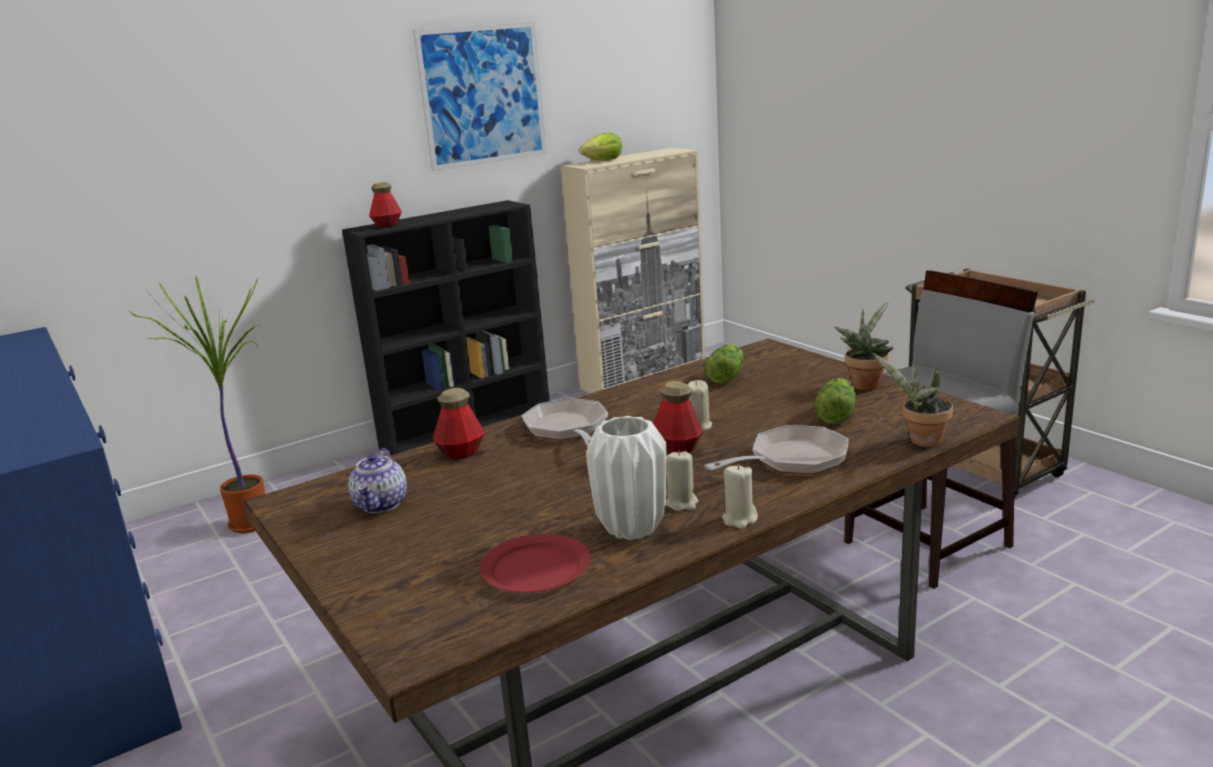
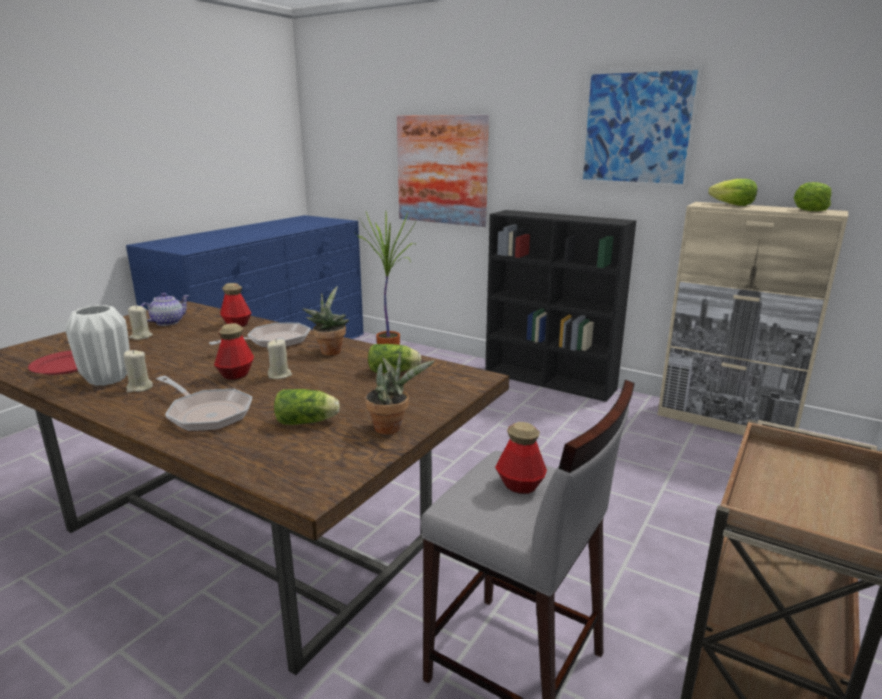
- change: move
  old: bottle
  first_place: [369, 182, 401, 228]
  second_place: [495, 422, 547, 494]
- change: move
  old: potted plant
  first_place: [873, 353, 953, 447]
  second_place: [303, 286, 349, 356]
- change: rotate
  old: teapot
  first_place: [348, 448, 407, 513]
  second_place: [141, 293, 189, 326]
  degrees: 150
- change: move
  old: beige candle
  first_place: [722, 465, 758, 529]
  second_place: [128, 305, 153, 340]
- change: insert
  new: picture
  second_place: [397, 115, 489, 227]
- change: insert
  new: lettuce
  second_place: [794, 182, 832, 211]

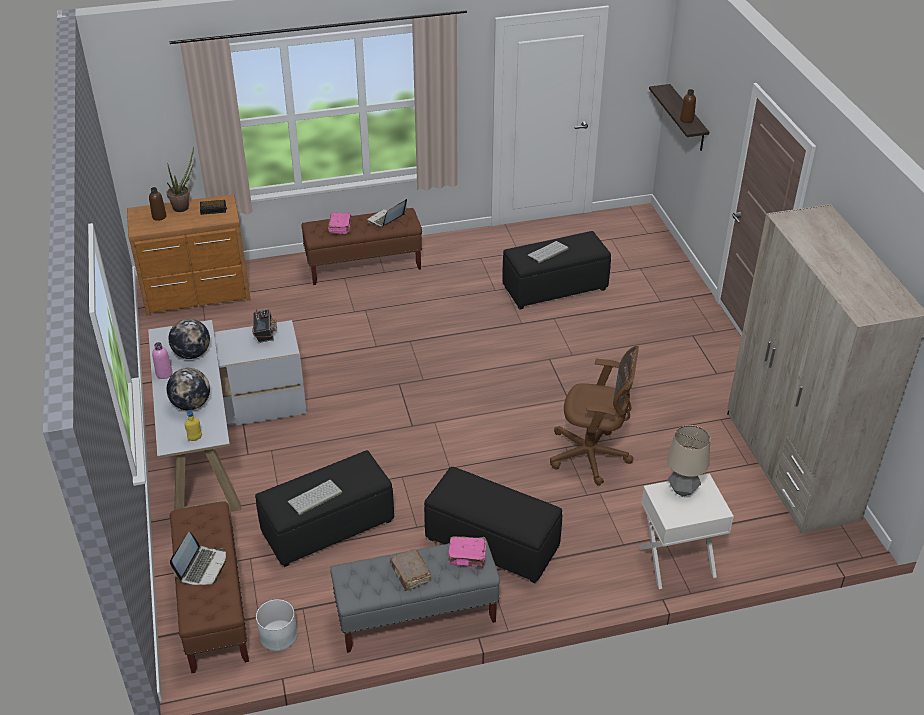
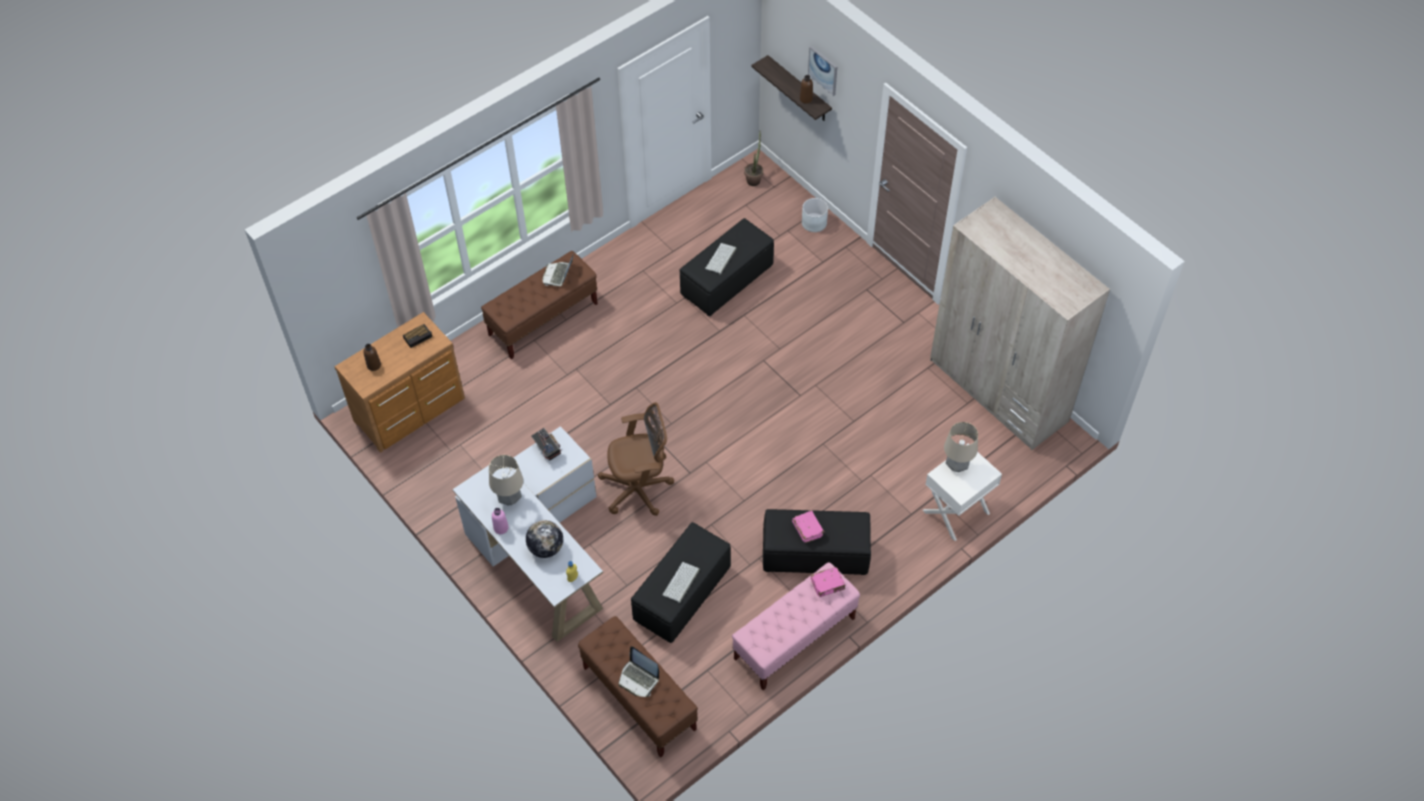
- change: move
  old: potted plant
  first_place: [167, 147, 194, 212]
  second_place: [744, 132, 763, 186]
- change: move
  old: pink book
  first_place: [328, 212, 352, 234]
  second_place: [792, 511, 825, 543]
- change: replace
  old: globe
  new: table lamp
  first_place: [169, 319, 210, 359]
  second_place: [489, 455, 523, 505]
- change: move
  old: brown office chair
  first_place: [550, 346, 639, 486]
  second_place: [598, 402, 674, 516]
- change: rotate
  old: laptop
  first_place: [170, 532, 226, 585]
  second_place: [619, 646, 659, 697]
  degrees: 135
- change: recolor
  old: grey bench
  new: pink bench
  first_place: [330, 537, 500, 653]
  second_place: [732, 562, 860, 690]
- change: delete
  old: brown book
  first_place: [390, 549, 431, 591]
- change: move
  old: white planter
  first_place: [256, 599, 297, 651]
  second_place: [802, 198, 828, 232]
- change: insert
  new: picture
  second_place: [808, 46, 837, 96]

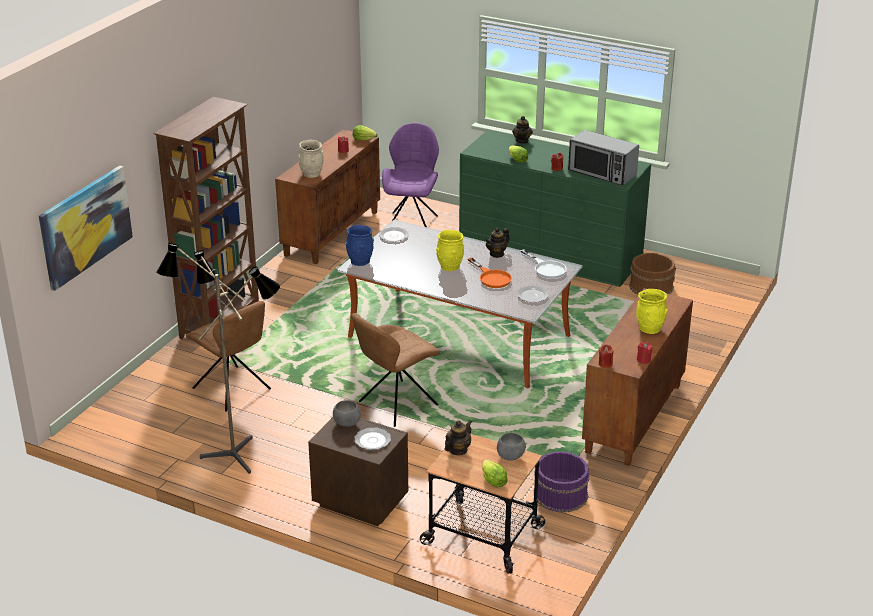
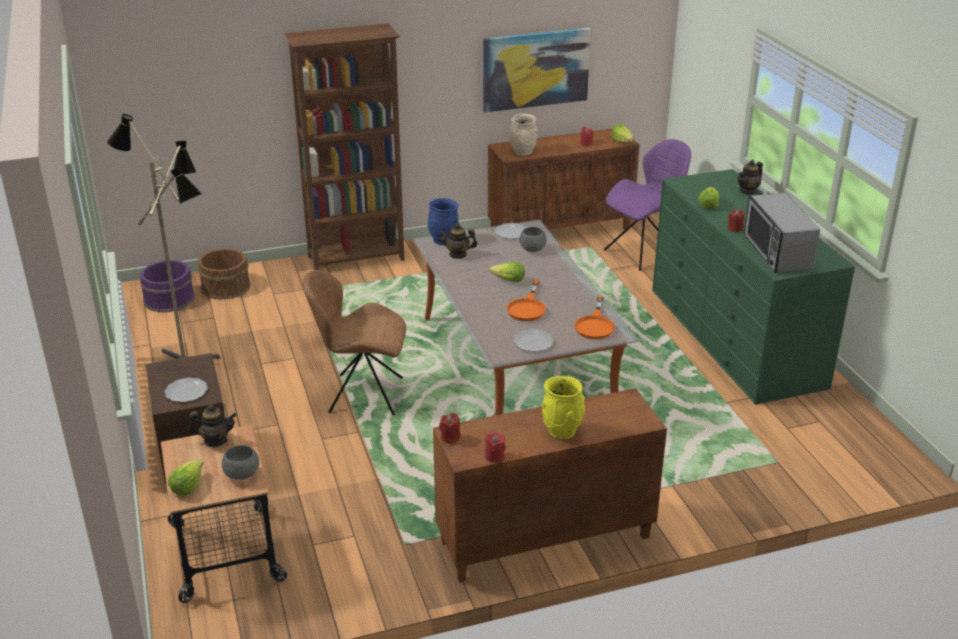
- change: move
  old: picture
  first_place: [39, 165, 133, 291]
  second_place: [483, 28, 591, 113]
- change: move
  old: teapot
  first_place: [485, 228, 510, 258]
  second_place: [439, 223, 478, 259]
- change: replace
  old: yellow vase
  new: lettuce
  first_place: [436, 230, 464, 271]
  second_place: [489, 262, 525, 282]
- change: recolor
  old: white frying pan
  new: orange frying pan
  first_place: [521, 249, 567, 279]
  second_place: [574, 296, 615, 339]
- change: move
  old: brown bucket
  first_place: [629, 253, 676, 295]
  second_place: [198, 249, 251, 300]
- change: delete
  old: brown chair
  first_place: [186, 301, 271, 412]
- change: move
  old: grey bowl
  first_place: [333, 400, 361, 427]
  second_place: [520, 227, 547, 252]
- change: move
  old: purple bucket
  first_place: [534, 451, 590, 513]
  second_place: [140, 260, 195, 313]

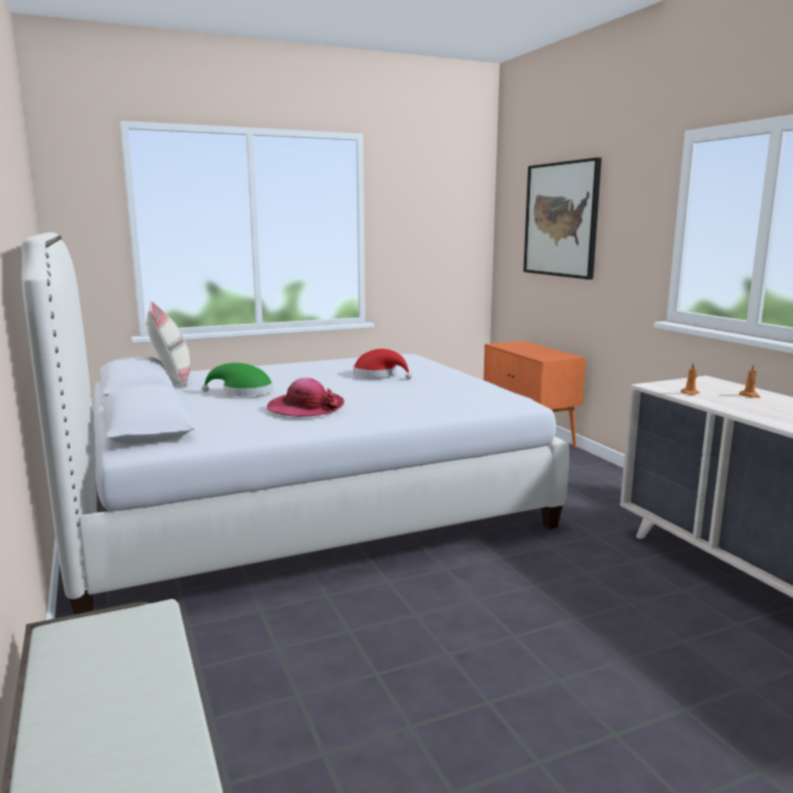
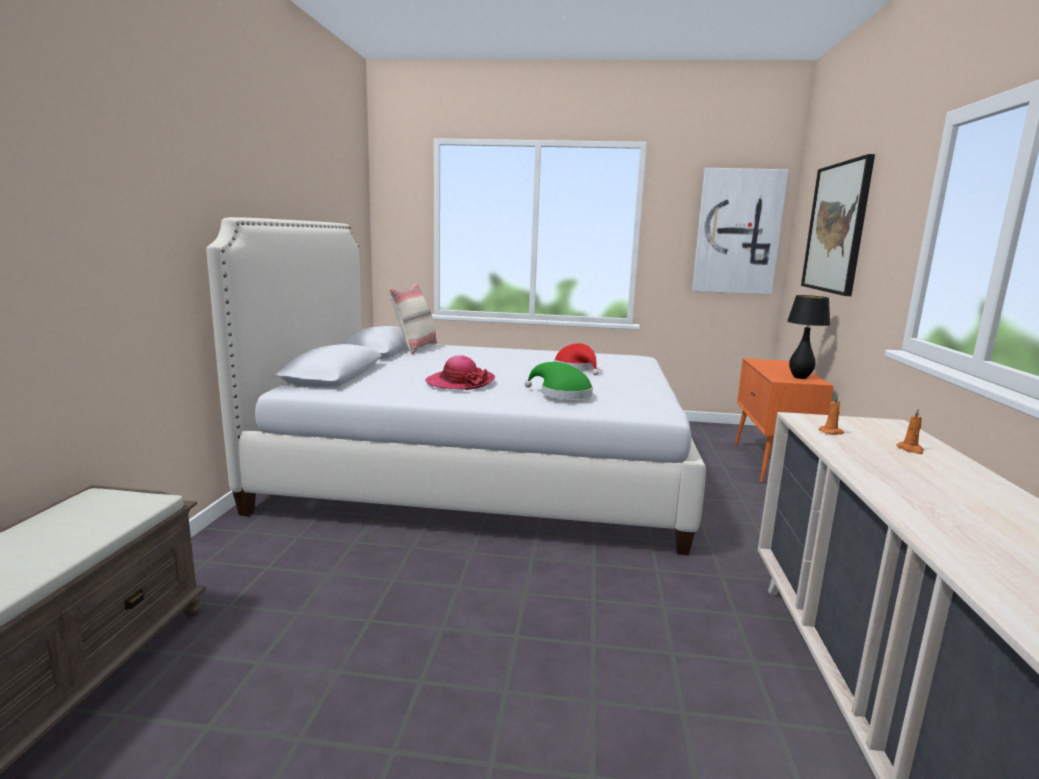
- change: move
  old: green hat
  first_place: [201, 363, 273, 396]
  second_place: [525, 362, 593, 400]
- change: insert
  new: picture
  second_place: [692, 168, 789, 295]
- change: insert
  new: black table lamp
  second_place: [787, 295, 830, 379]

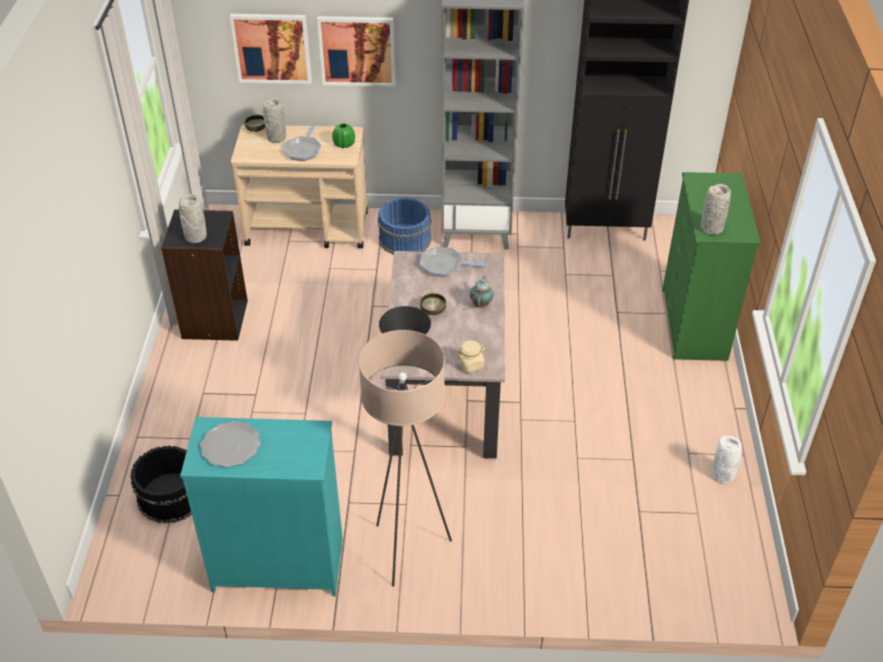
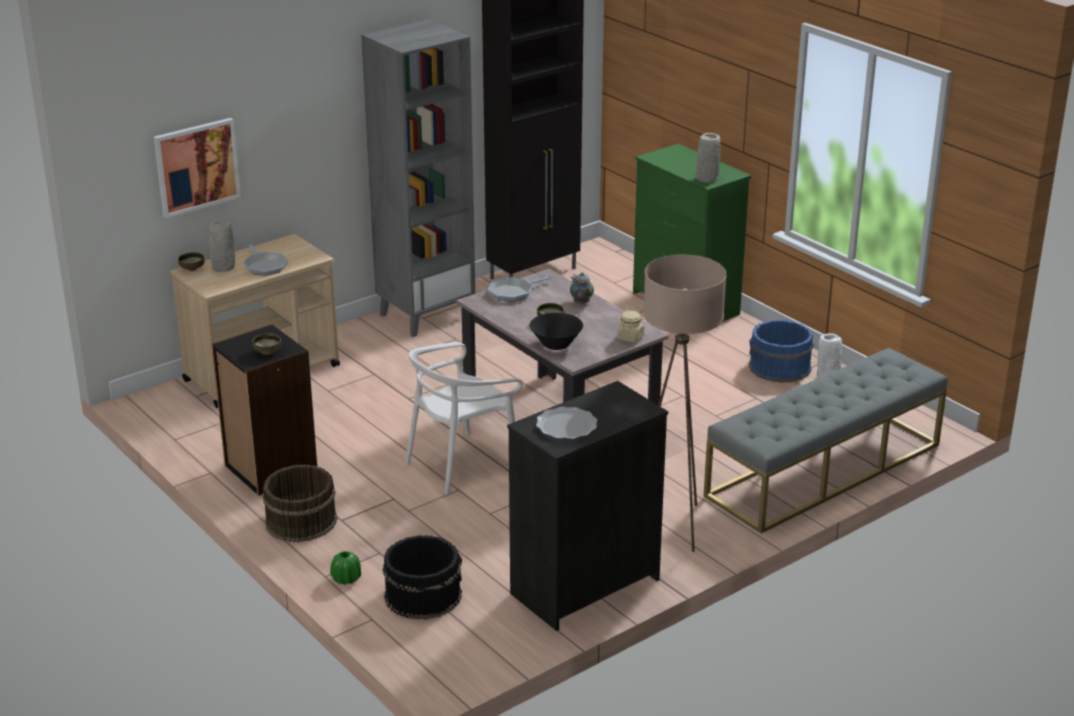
- change: delete
  old: picture
  first_place: [317, 16, 395, 87]
- change: move
  old: green vase
  first_place: [332, 123, 355, 148]
  second_place: [330, 551, 361, 585]
- change: replace
  old: grey vase
  new: bowl
  first_place: [179, 194, 207, 243]
  second_place: [252, 334, 281, 355]
- change: move
  old: blue bucket
  first_place: [378, 197, 432, 255]
  second_place: [749, 320, 814, 383]
- change: recolor
  old: turquoise dresser
  new: black dresser
  first_place: [180, 417, 343, 596]
  second_place: [507, 381, 668, 631]
- change: insert
  new: white chair
  second_place: [405, 342, 523, 495]
- change: insert
  new: grey bench
  second_place: [704, 348, 948, 533]
- change: insert
  new: brown bucket
  second_place: [262, 464, 337, 542]

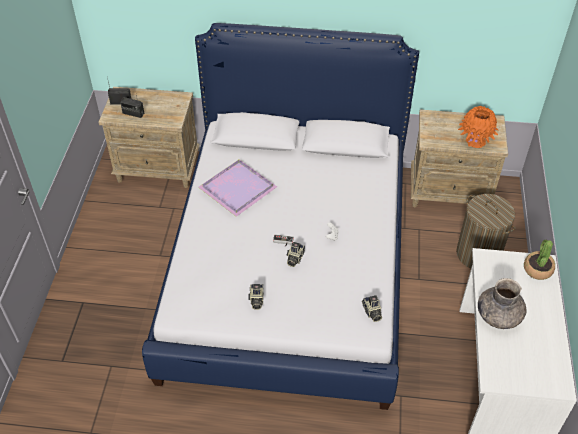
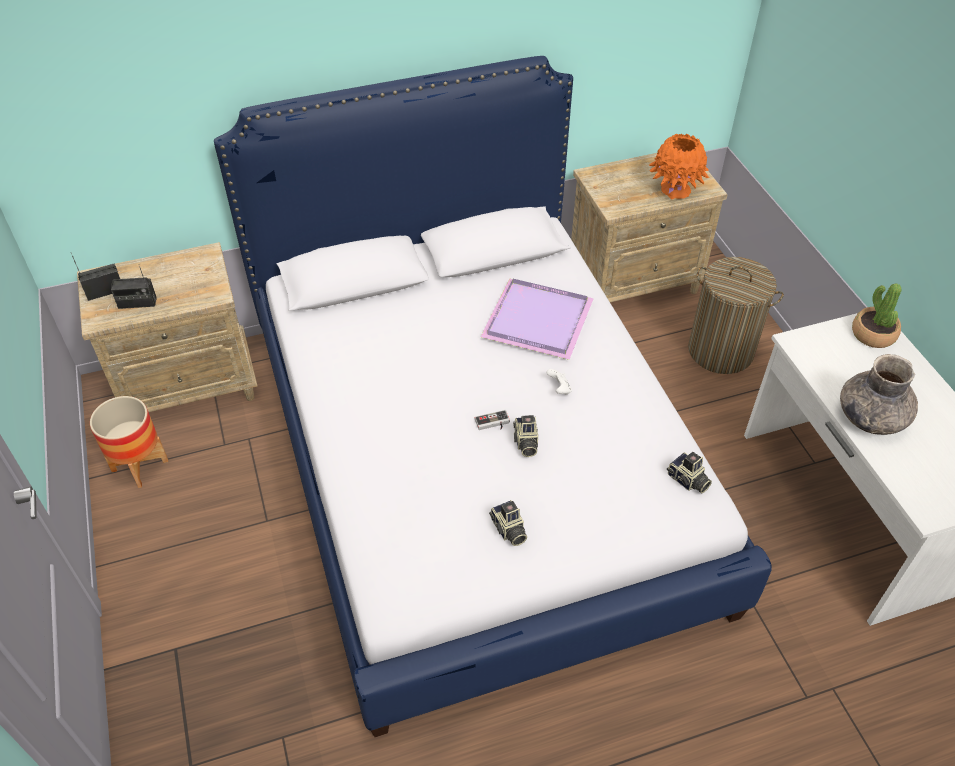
- change: move
  old: purple tray
  first_place: [198, 159, 277, 217]
  second_place: [481, 278, 594, 360]
- change: insert
  new: planter
  second_place: [90, 396, 168, 488]

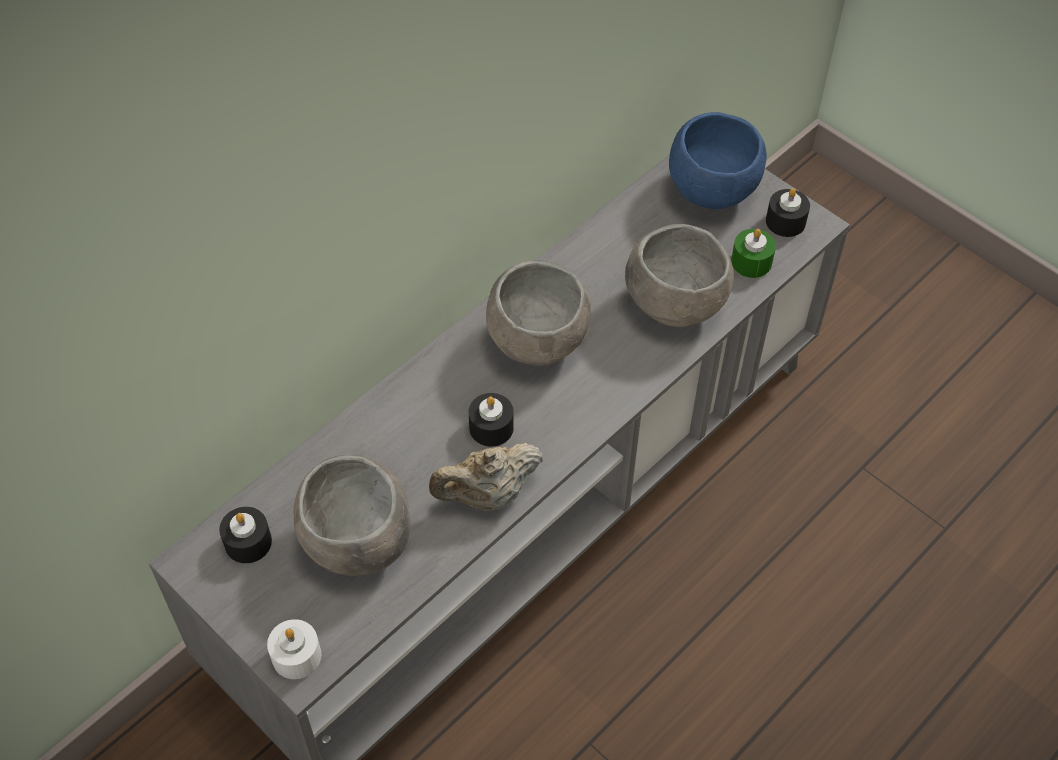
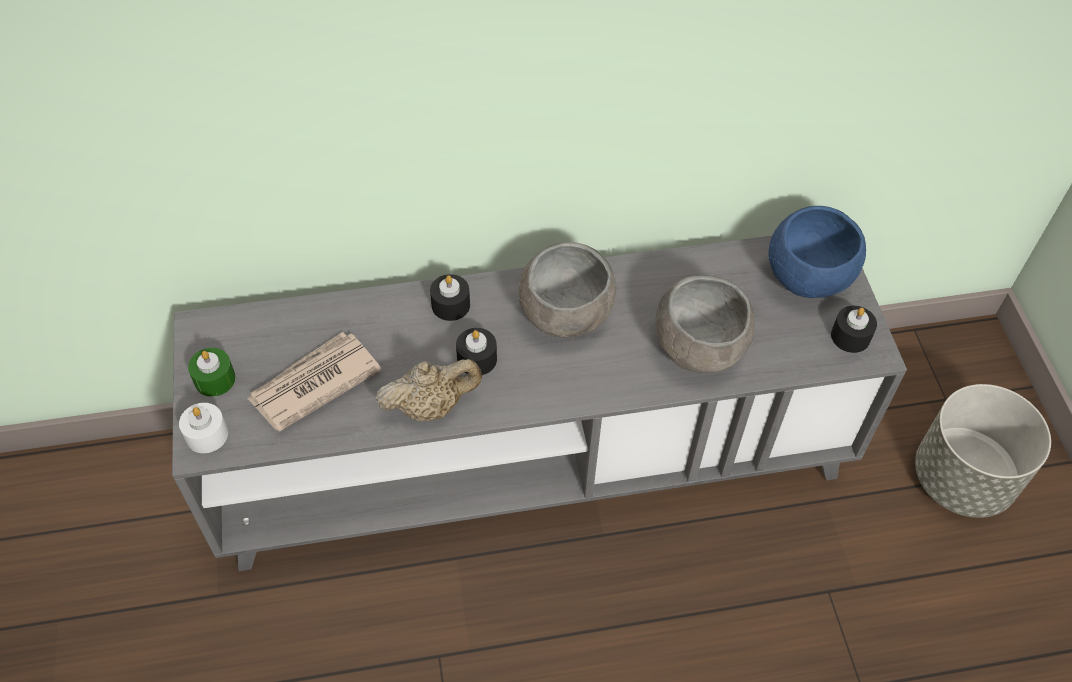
- change: move
  old: green candle
  first_place: [731, 229, 776, 278]
  second_place: [188, 348, 236, 397]
- change: rotate
  old: beige teapot
  first_place: [429, 443, 543, 510]
  second_place: [375, 359, 482, 421]
  degrees: 150
- change: replace
  old: grey bowl
  new: newspaper
  first_place: [294, 455, 410, 576]
  second_place: [247, 332, 382, 432]
- change: move
  old: black candle
  first_place: [219, 507, 272, 563]
  second_place: [430, 274, 470, 321]
- change: insert
  new: grey planter
  second_place: [915, 384, 1051, 518]

